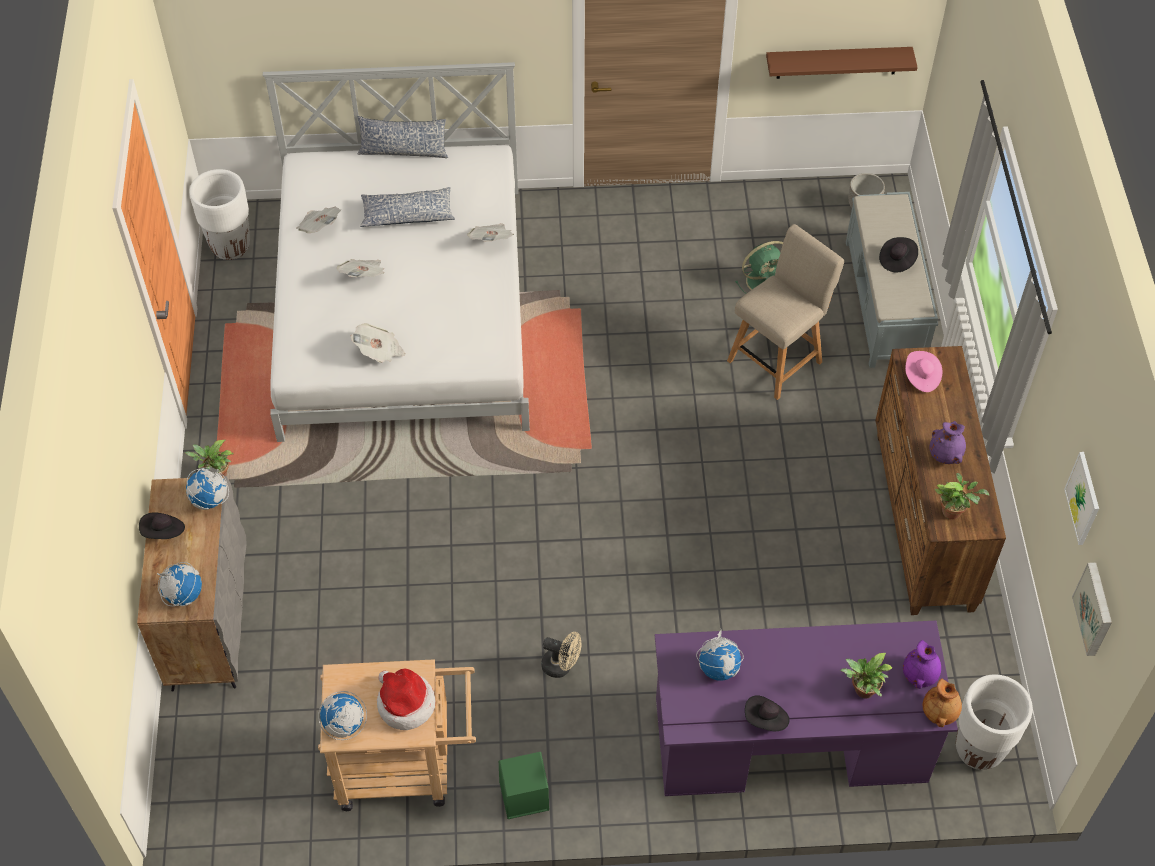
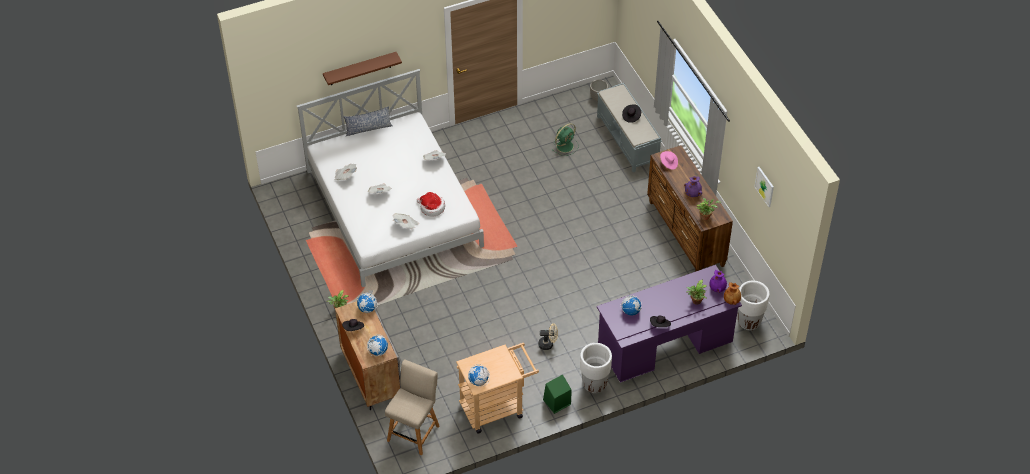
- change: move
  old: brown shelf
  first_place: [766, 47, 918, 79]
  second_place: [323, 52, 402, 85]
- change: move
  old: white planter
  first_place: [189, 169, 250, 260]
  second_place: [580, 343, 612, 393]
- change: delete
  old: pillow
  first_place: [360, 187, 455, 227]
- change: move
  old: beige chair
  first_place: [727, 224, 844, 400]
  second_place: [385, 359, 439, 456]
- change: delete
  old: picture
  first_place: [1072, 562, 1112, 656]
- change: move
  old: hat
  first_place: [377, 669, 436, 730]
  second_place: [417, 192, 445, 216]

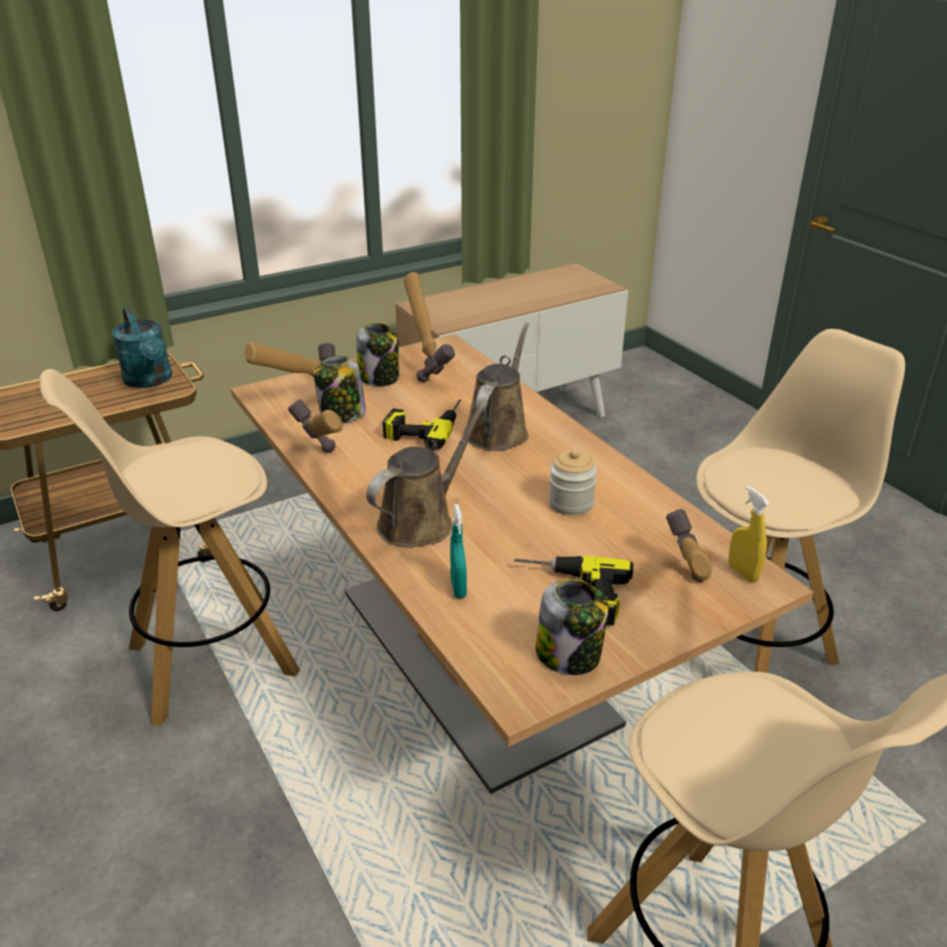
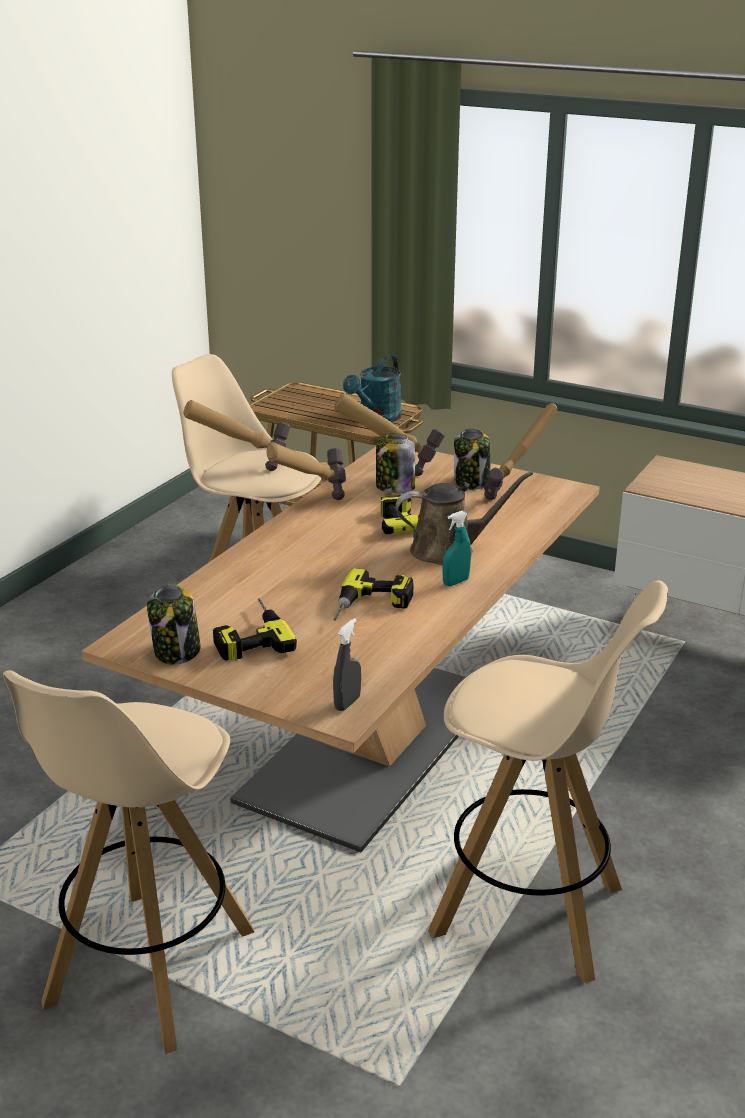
- change: delete
  old: brown watering can
  first_place: [366, 403, 488, 548]
- change: replace
  old: jar
  new: power drill
  first_place: [548, 449, 597, 515]
  second_place: [333, 568, 413, 621]
- change: recolor
  old: yellow spray bottle
  new: grey spray bottle
  first_place: [729, 486, 770, 582]
  second_place: [333, 618, 361, 711]
- change: move
  old: turquoise spray bottle
  first_place: [450, 504, 467, 598]
  second_place: [442, 511, 471, 586]
- change: move
  old: hammer
  first_place: [666, 509, 712, 582]
  second_place: [183, 400, 291, 471]

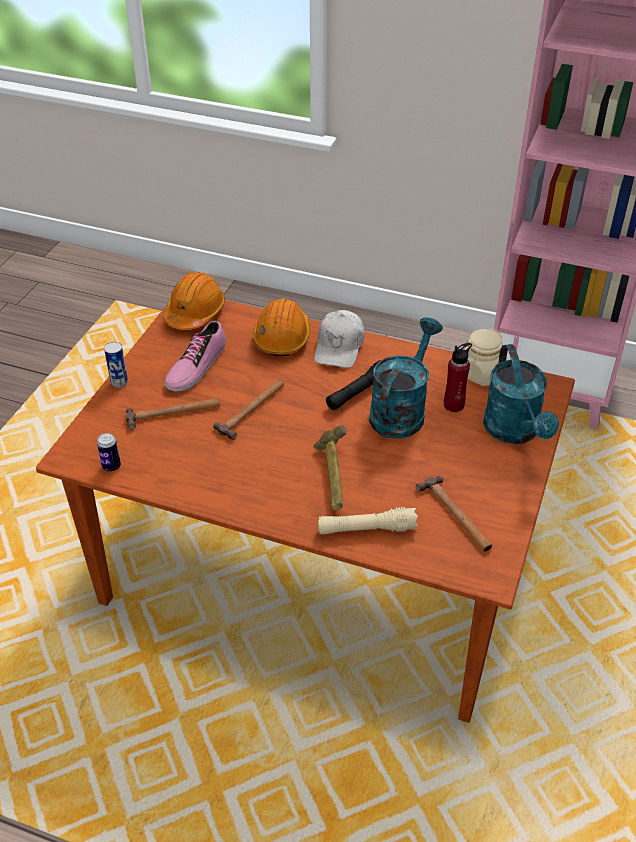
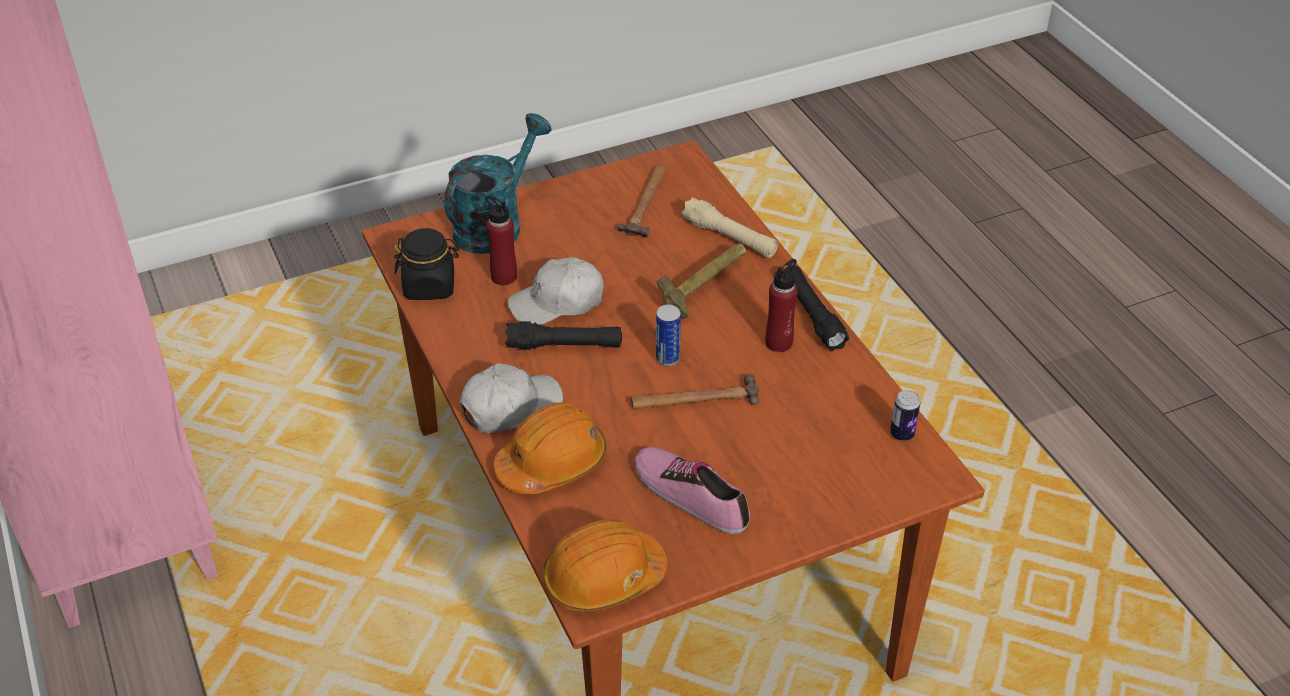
- change: replace
  old: turquoise watering can
  new: white cap
  first_place: [369, 317, 443, 439]
  second_place: [507, 257, 604, 325]
- change: rotate
  old: shoe
  first_place: [165, 320, 226, 391]
  second_place: [635, 447, 750, 534]
  degrees: -120
- change: recolor
  old: beige jar
  new: black jar
  first_place: [464, 328, 503, 386]
  second_place: [394, 228, 459, 300]
- change: move
  old: can
  first_place: [104, 342, 128, 388]
  second_place: [656, 305, 681, 366]
- change: delete
  old: hammer
  first_place: [125, 398, 220, 430]
- change: insert
  new: red bottle
  second_place: [765, 259, 798, 352]
- change: insert
  new: black flashlight
  second_place: [785, 265, 850, 351]

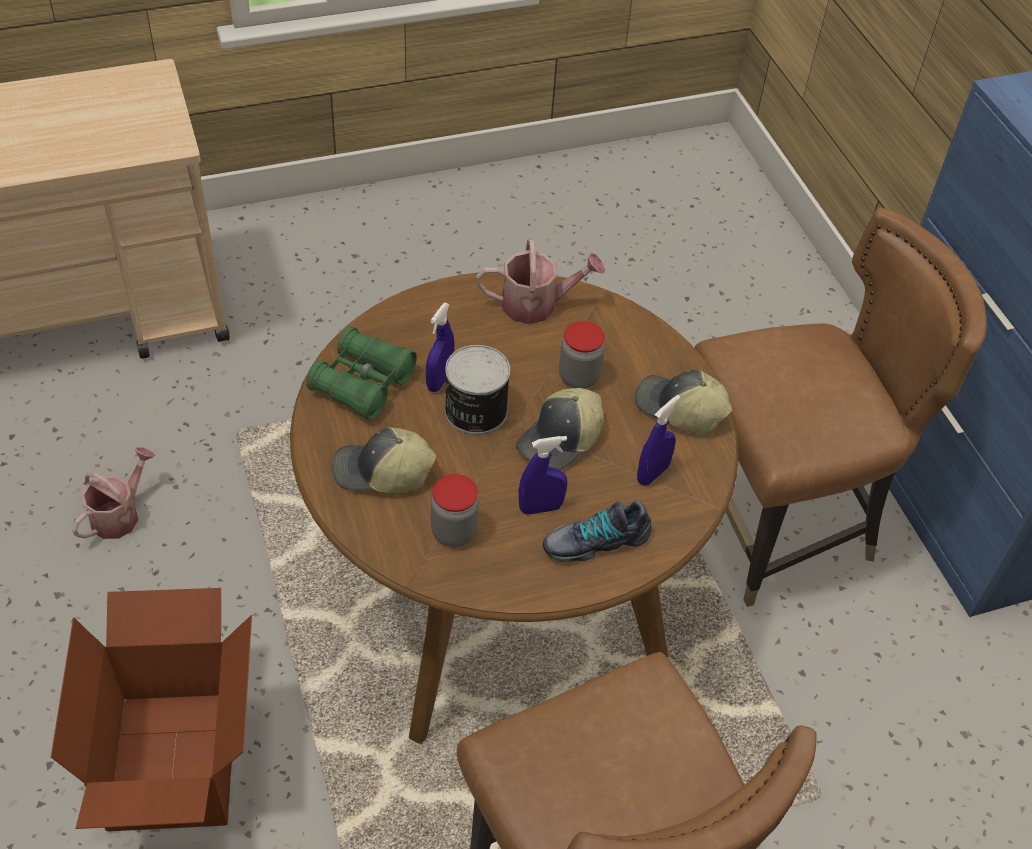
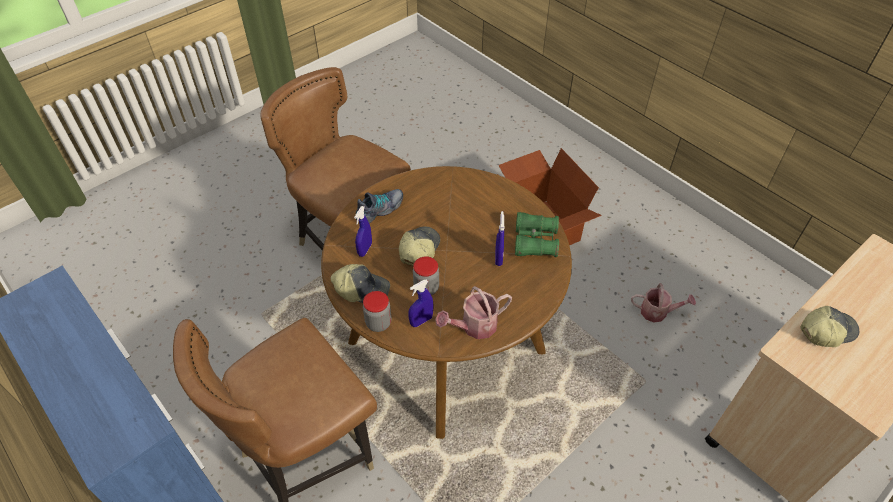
- change: delete
  old: can
  first_place: [445, 345, 510, 435]
- change: move
  old: cap
  first_place: [332, 427, 436, 493]
  second_place: [801, 306, 859, 347]
- change: move
  old: blue spray bottle
  first_place: [519, 436, 567, 515]
  second_place: [408, 280, 434, 327]
- change: rotate
  old: watering can
  first_place: [72, 447, 156, 539]
  second_place: [631, 283, 696, 323]
  degrees: -90
- change: move
  old: jar
  first_place: [431, 474, 479, 547]
  second_place: [363, 291, 392, 332]

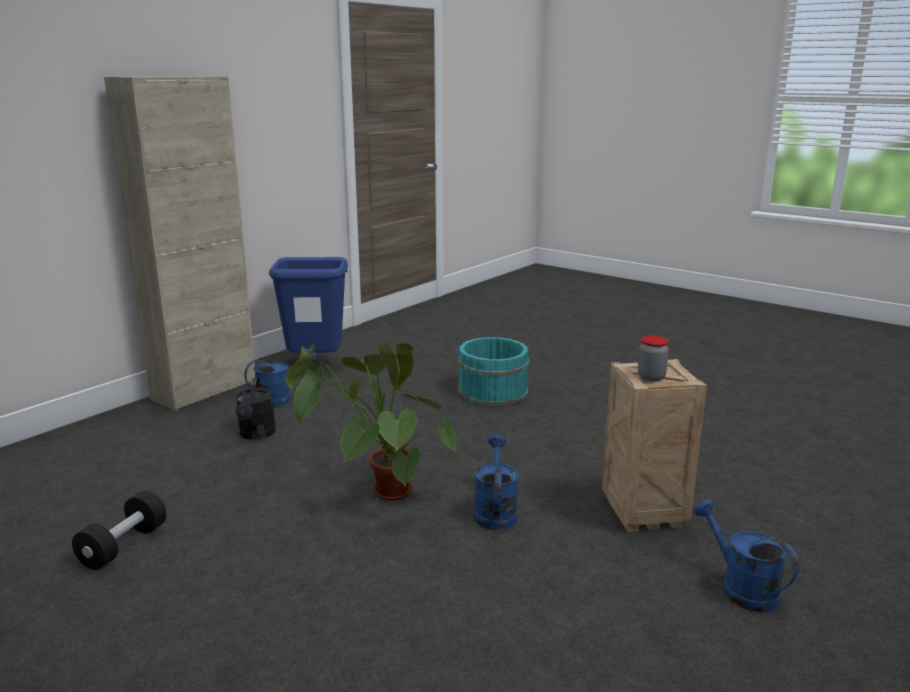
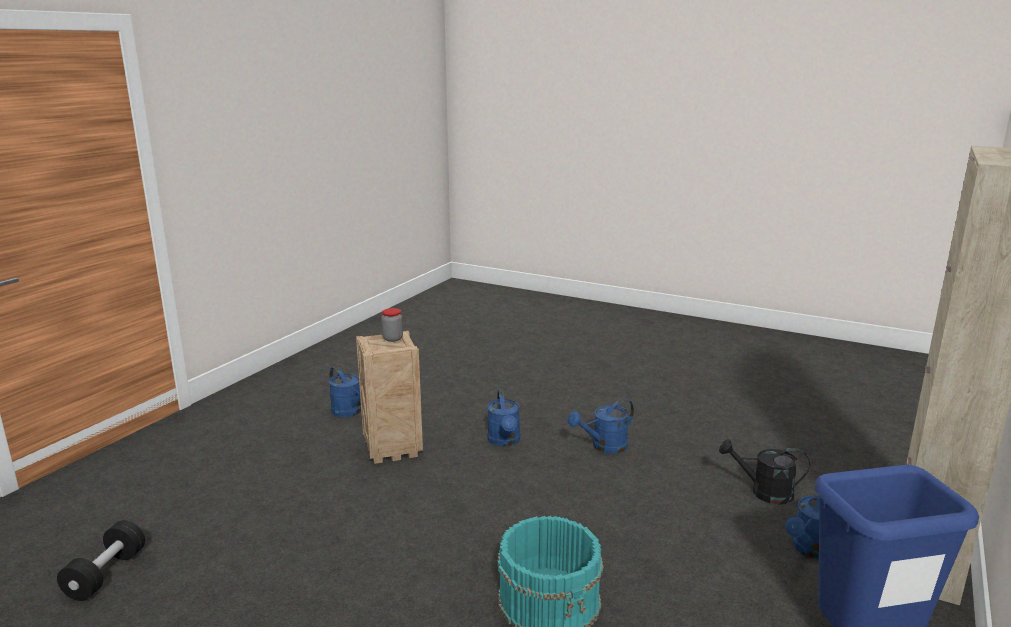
- change: replace
  old: potted plant
  new: blue watering can
  first_place: [286, 343, 456, 501]
  second_place: [568, 399, 634, 454]
- change: rotate
  old: black watering can
  first_place: [236, 378, 276, 440]
  second_place: [719, 439, 810, 505]
  degrees: -60
- change: move
  old: black dumbbell
  first_place: [72, 491, 167, 570]
  second_place: [57, 520, 145, 601]

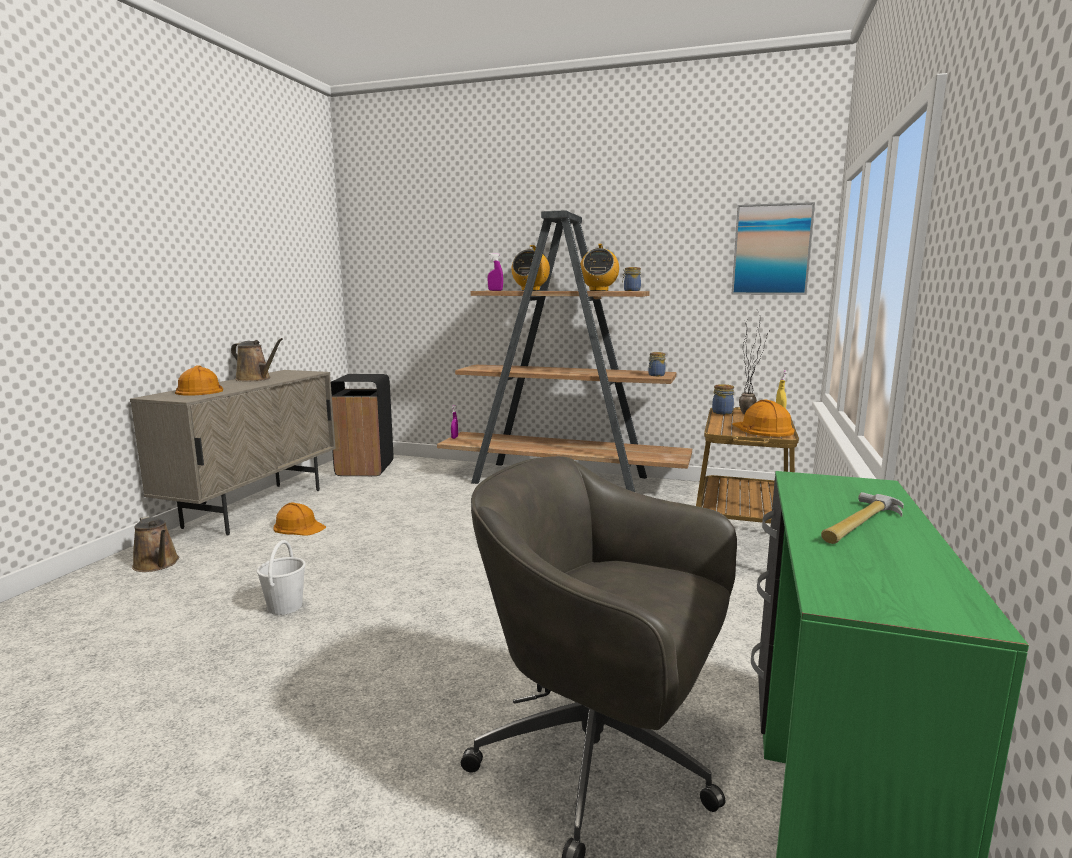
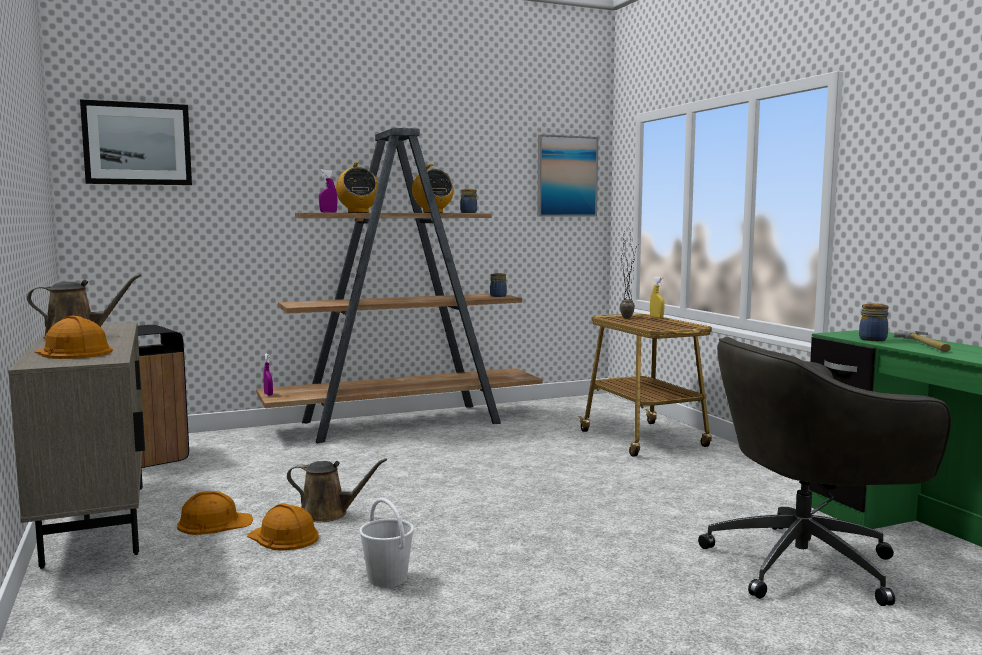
- change: move
  old: jar
  first_place: [712, 384, 734, 415]
  second_place: [859, 303, 889, 341]
- change: move
  old: orange hard hat
  first_place: [732, 399, 795, 437]
  second_place: [247, 503, 319, 550]
- change: move
  old: brown watering can
  first_place: [132, 516, 179, 572]
  second_place: [287, 458, 387, 522]
- change: insert
  new: picture
  second_place: [80, 99, 192, 185]

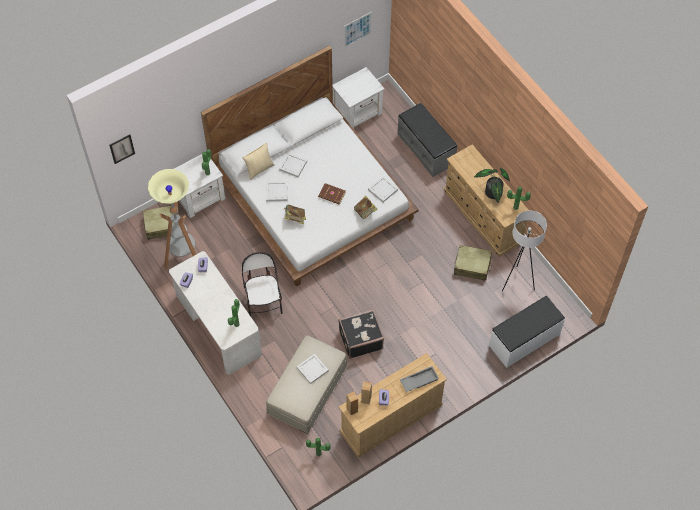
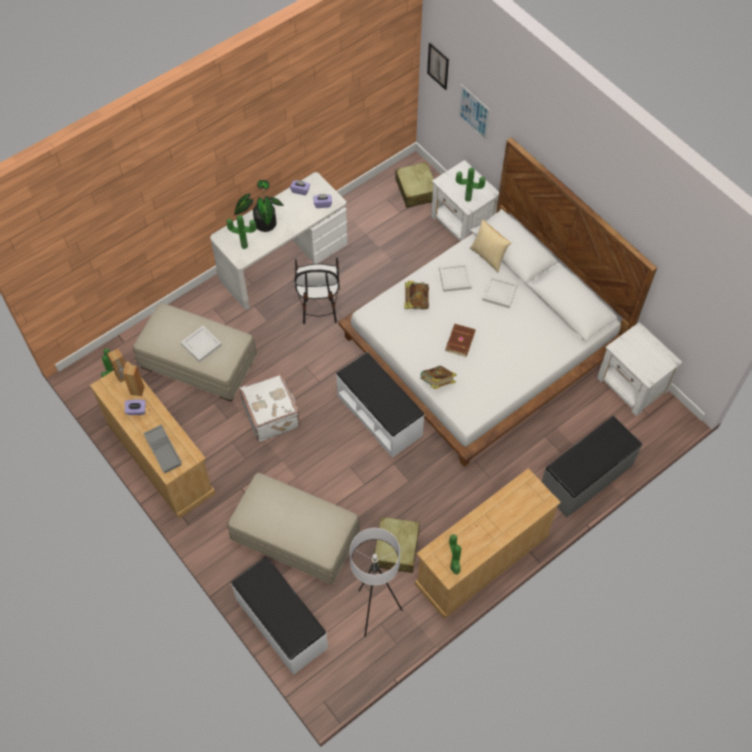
- change: move
  old: picture
  first_place: [344, 12, 372, 47]
  second_place: [458, 84, 491, 141]
- change: move
  old: potted plant
  first_place: [474, 168, 510, 203]
  second_place: [234, 180, 284, 232]
- change: delete
  old: floor lamp
  first_place: [148, 169, 196, 269]
- change: delete
  old: white tray
  first_place: [368, 176, 398, 203]
- change: rotate
  old: chair
  first_place: [242, 252, 283, 316]
  second_place: [294, 257, 340, 324]
  degrees: 105
- change: recolor
  old: black suitcase
  new: white suitcase
  first_place: [339, 309, 384, 359]
  second_place: [239, 373, 300, 442]
- change: insert
  new: white bench
  second_place: [336, 352, 424, 458]
- change: insert
  new: beige ottoman
  second_place: [228, 473, 360, 584]

